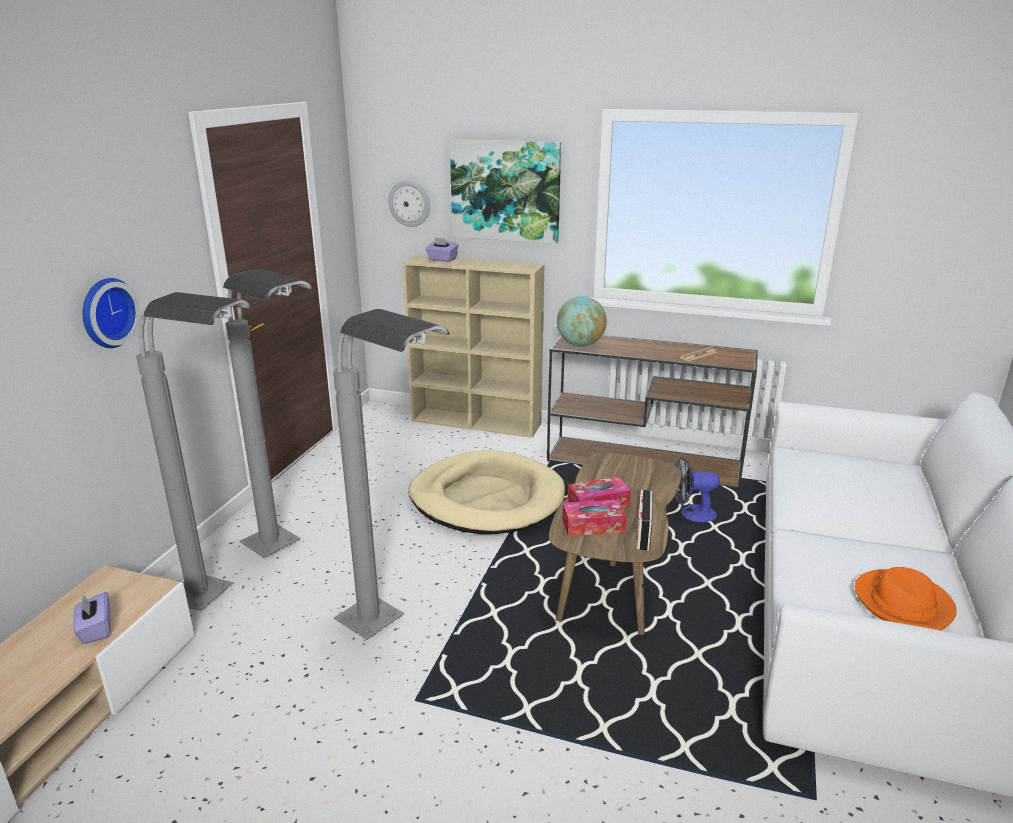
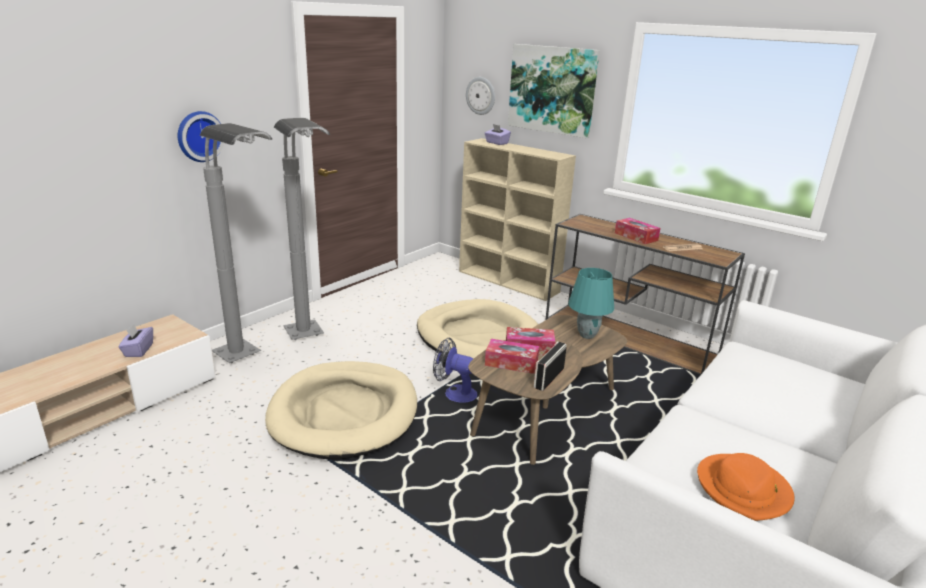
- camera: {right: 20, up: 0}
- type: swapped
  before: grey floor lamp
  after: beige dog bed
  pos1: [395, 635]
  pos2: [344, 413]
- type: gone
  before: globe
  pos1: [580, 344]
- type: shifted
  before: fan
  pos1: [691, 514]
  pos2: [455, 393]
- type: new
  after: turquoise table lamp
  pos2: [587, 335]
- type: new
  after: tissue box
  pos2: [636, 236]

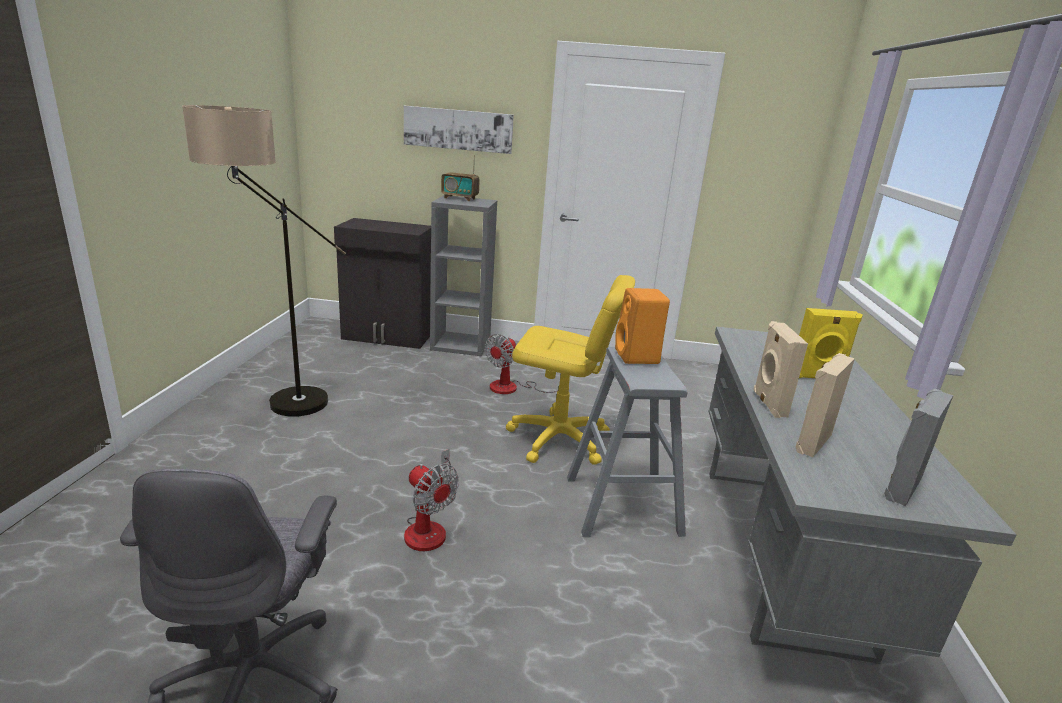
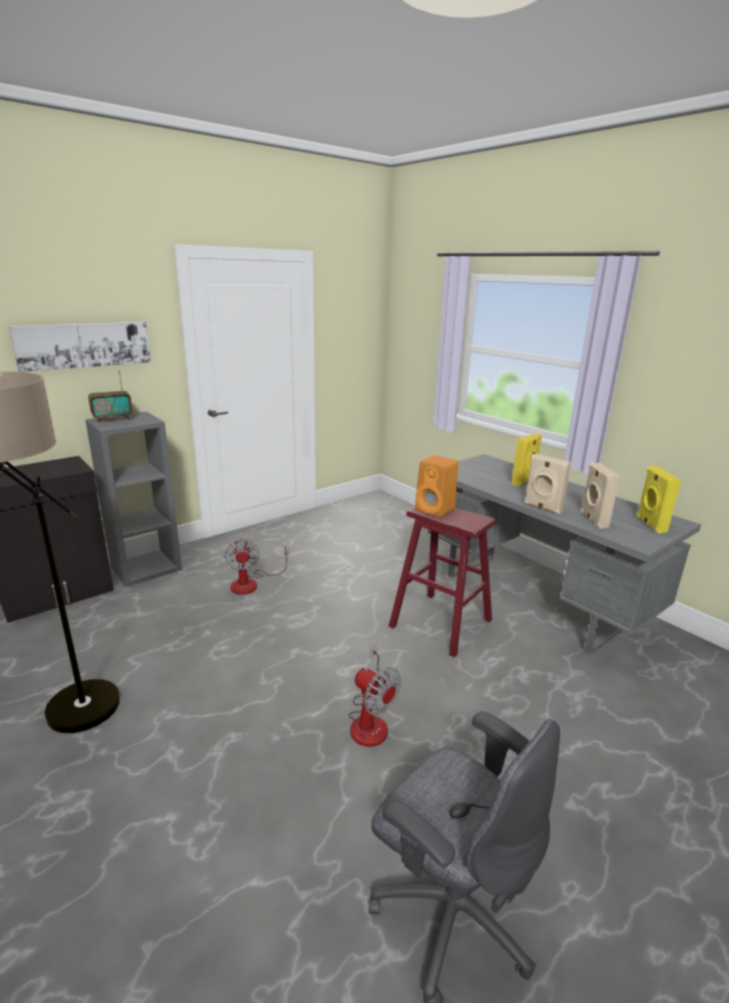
- camera: {right: -45, up: 0}
- type: rotated
  before: fan
  pos1: [429, 526]
  pos2: [370, 720]
  turn: 45
- type: gone
  before: yellow office chair
  pos1: [559, 439]
- type: repainted
  before: grey stool
  after: red stool
  pos1: [622, 505]
  pos2: [440, 623]
- type: repainted
  before: grey speaker
  after: yellow speaker
  pos1: [901, 487]
  pos2: [650, 524]

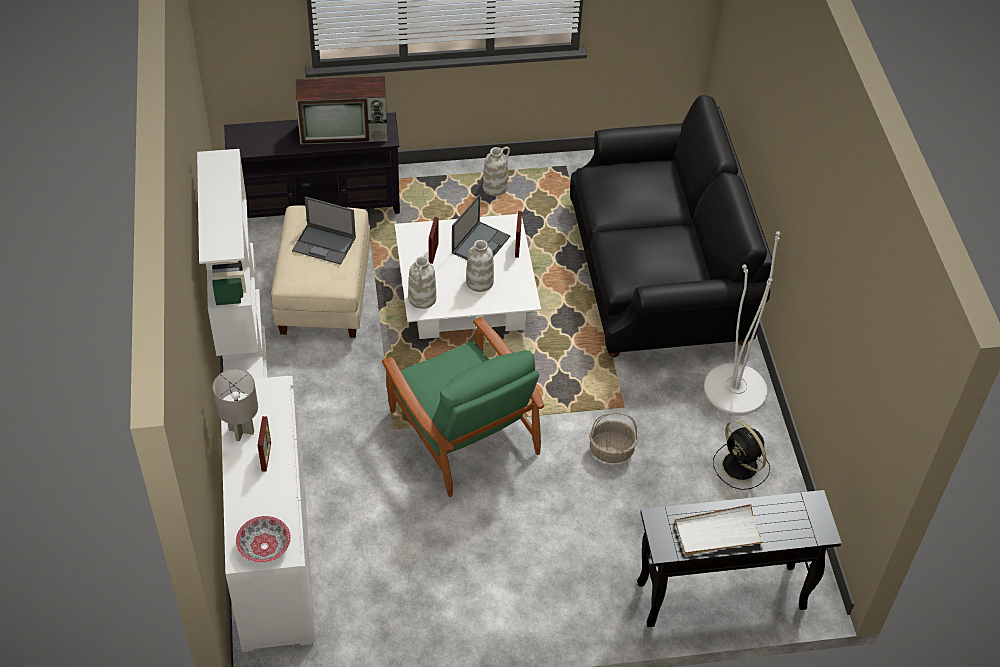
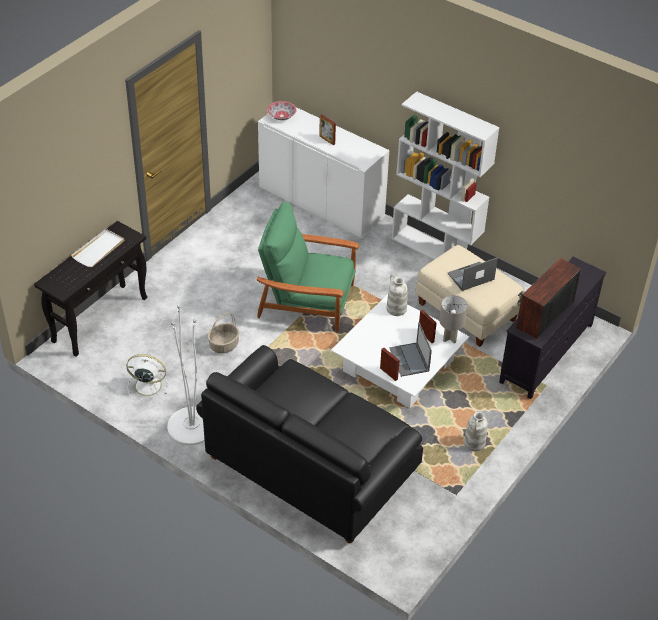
- camera: {right: 135, up: -5}
- type: shifted
  before: grey table lamp
  pos1: [241, 431]
  pos2: [450, 338]
- type: gone
  before: white vase
  pos1: [479, 282]
- type: repainted
  before: black fan
  after: white fan
  pos1: [741, 467]
  pos2: [147, 385]

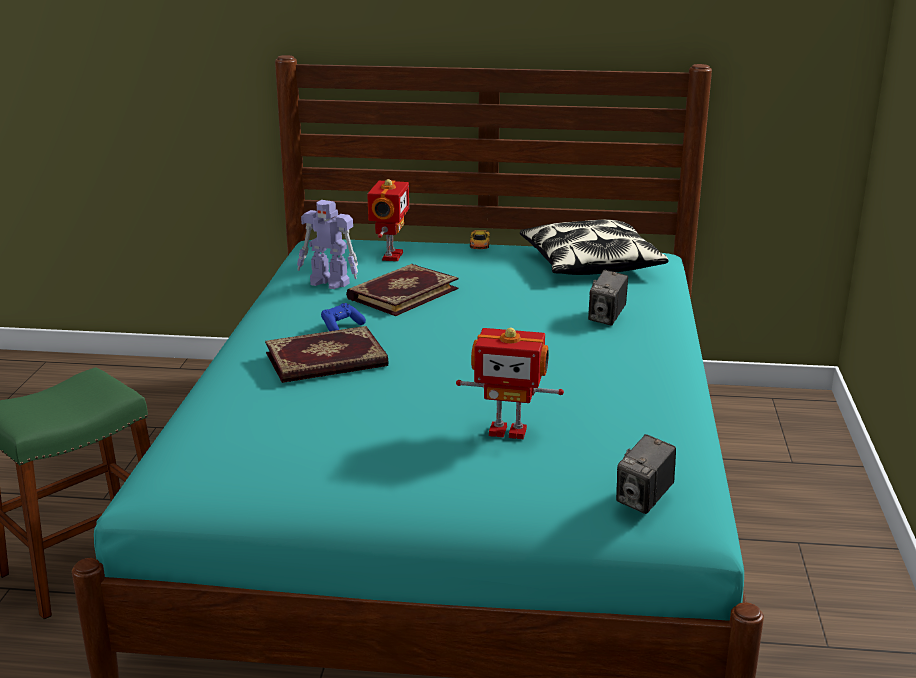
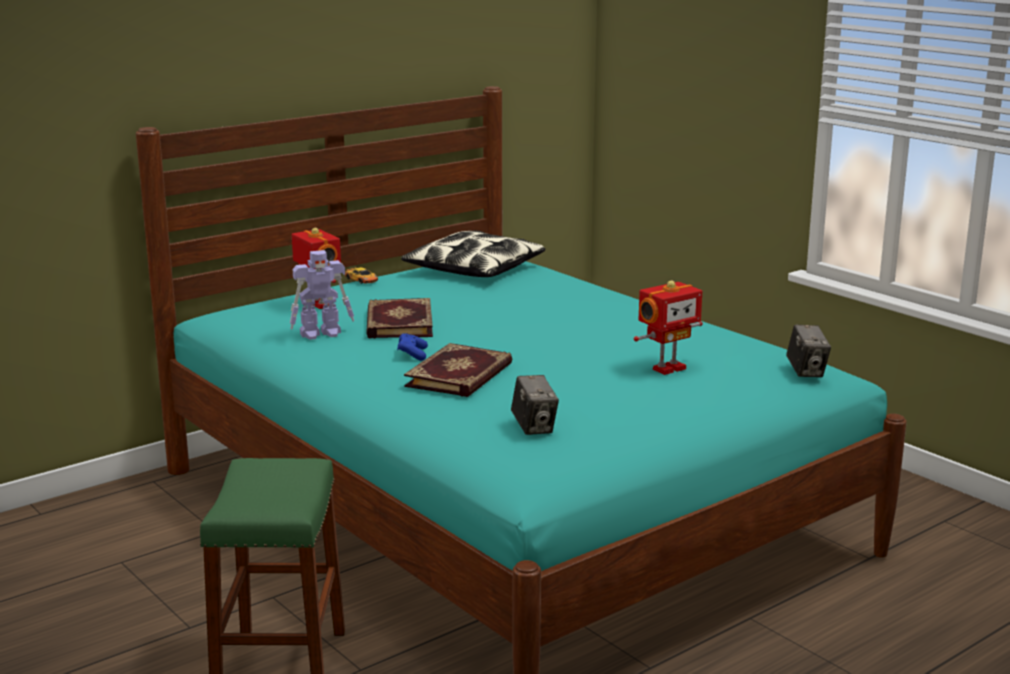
- camera: {right: -45, up: -5}
- type: shifted
  before: photo camera
  pos1: [607, 318]
  pos2: [534, 427]

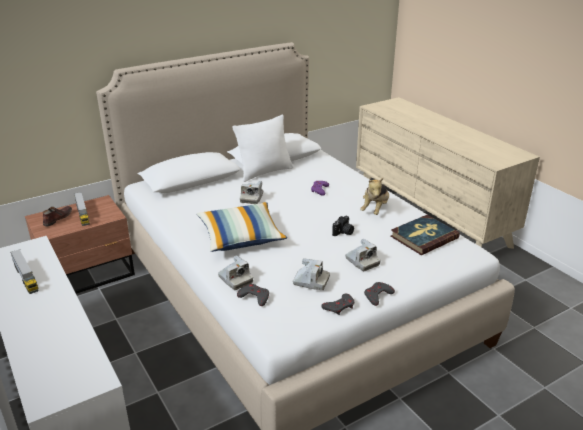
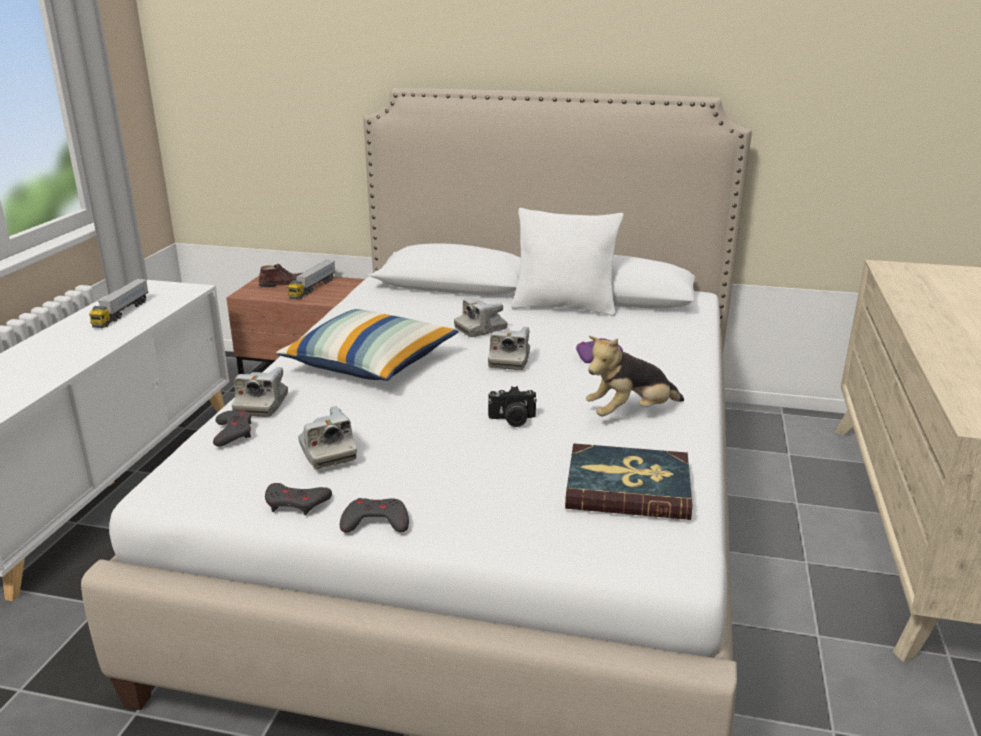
- camera: {right: 45, up: -5}
- type: shifted
  before: photo camera
  pos1: [362, 262]
  pos2: [509, 360]

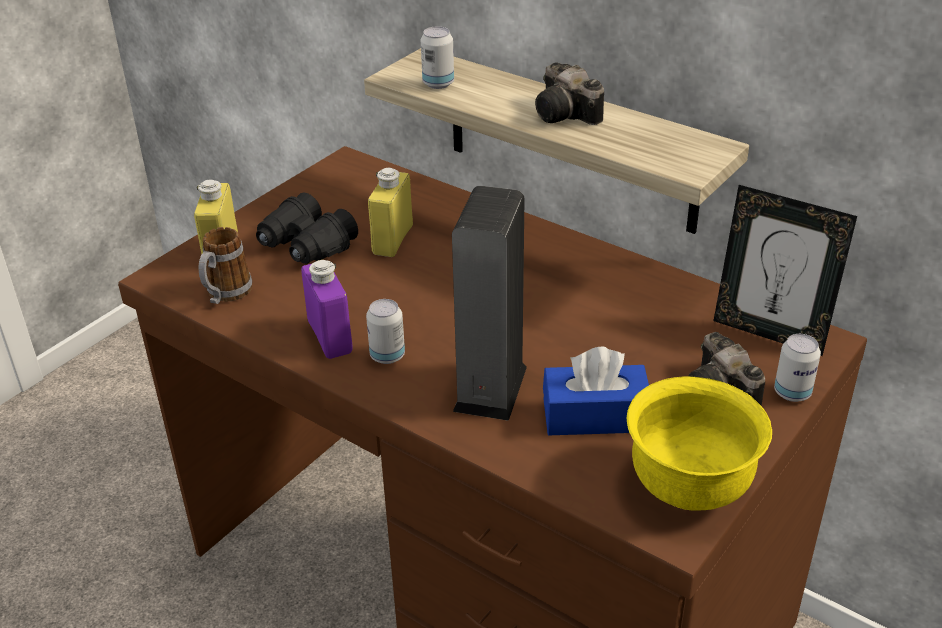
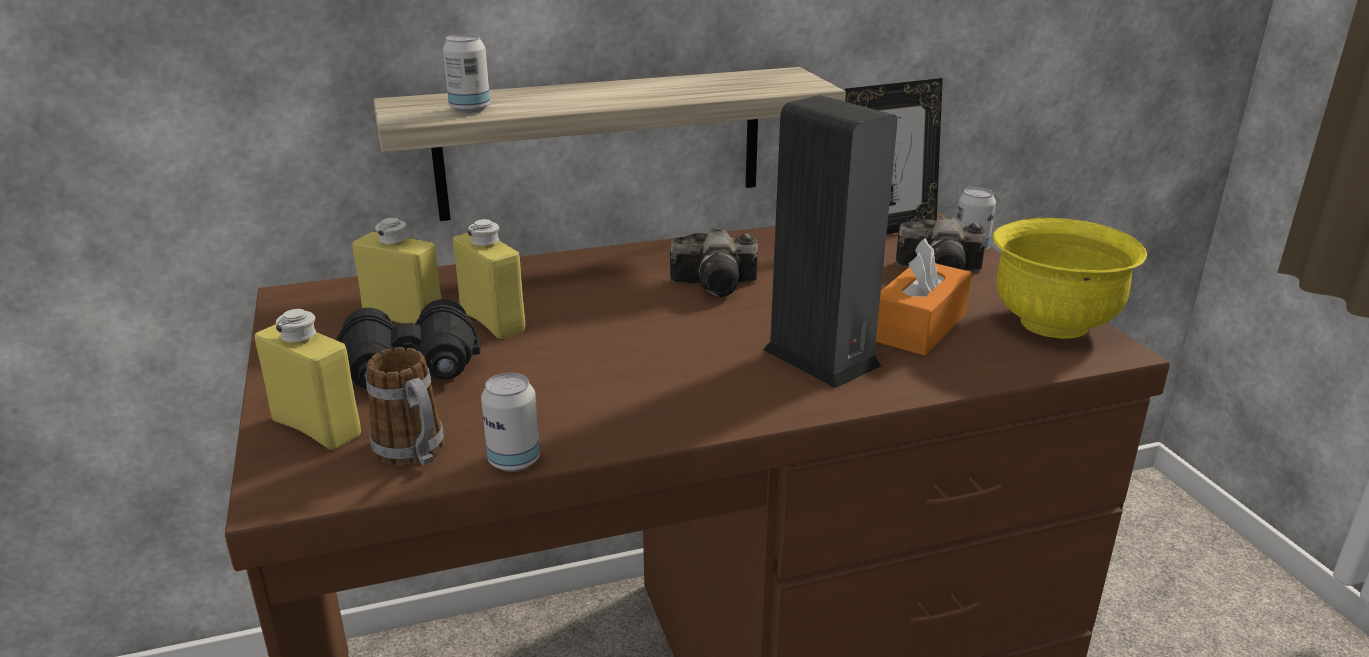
- camera: {right: -55, up: -10}
- type: gone
  before: purple bottle
  pos1: [330, 337]
- type: shifted
  before: can
  pos1: [387, 356]
  pos2: [514, 461]
- type: shifted
  before: photo camera
  pos1: [567, 115]
  pos2: [718, 285]
- type: repainted
  before: blue tissue box
  after: orange tissue box
  pos1: [595, 416]
  pos2: [918, 327]
- type: new
  after: yellow bottle
  pos2: [404, 319]

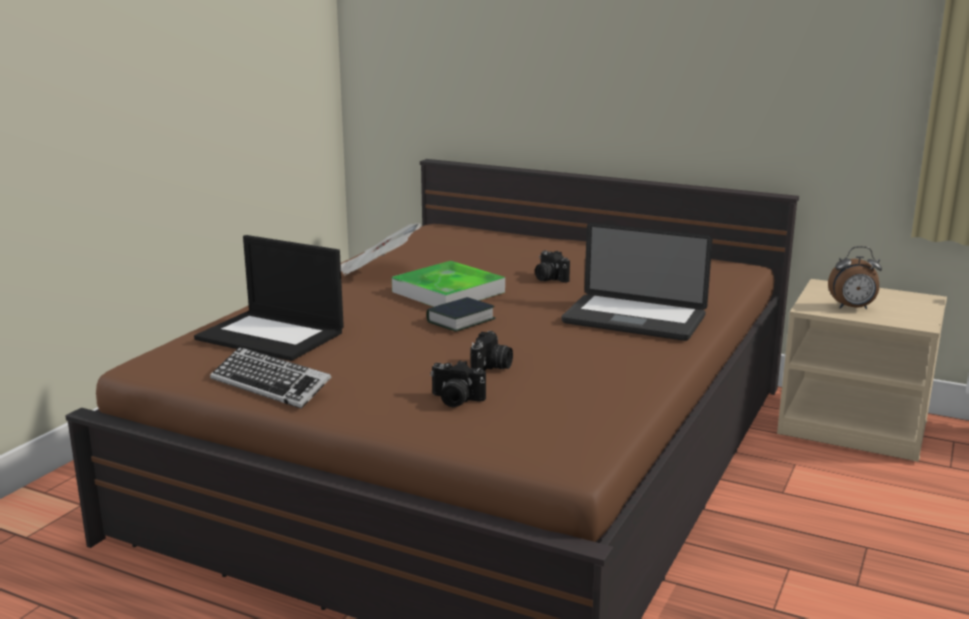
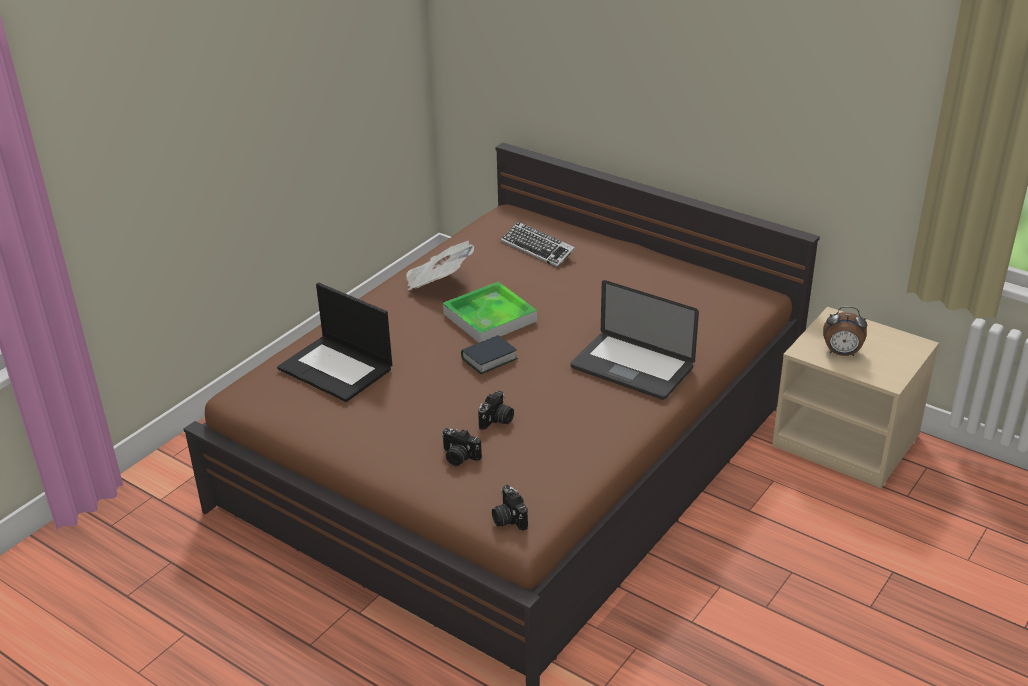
- camera: {right: 10, up: 15}
- type: shifted
  before: keyboard
  pos1: [271, 385]
  pos2: [537, 249]
- type: shifted
  before: photo camera
  pos1: [549, 278]
  pos2: [508, 519]

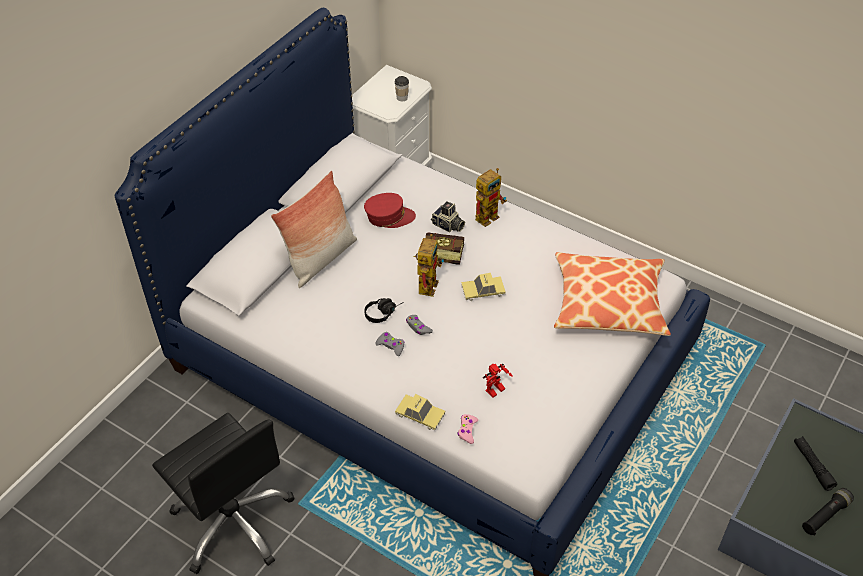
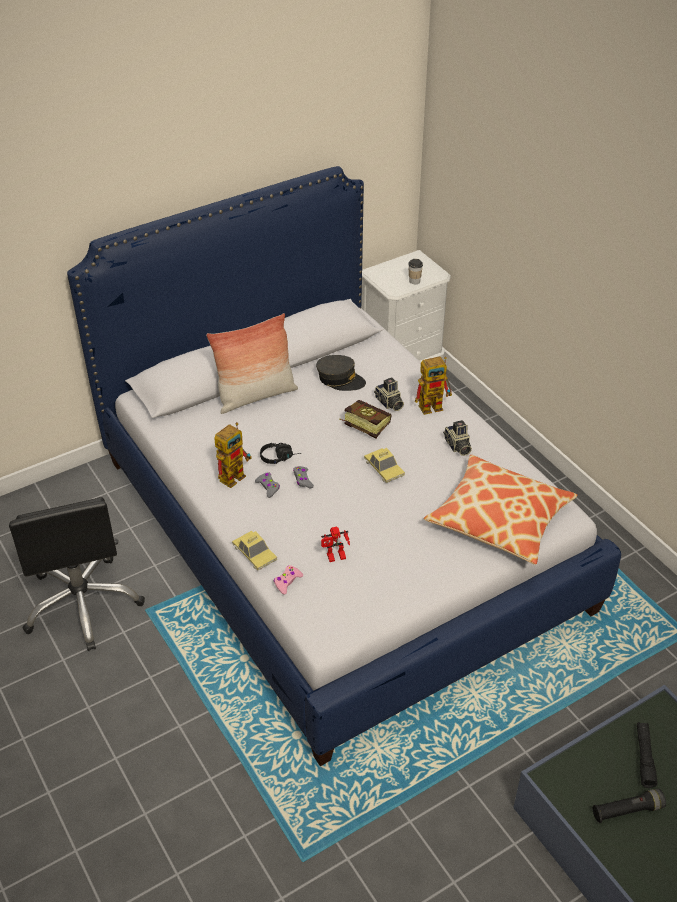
- camera: {right: 25, up: -5}
- type: repainted
  before: red cap
  after: grey cap
  pos1: [389, 217]
  pos2: [340, 379]
- type: shifted
  before: toy robot
  pos1: [427, 283]
  pos2: [234, 474]
- type: rotated
  before: toy car
  pos1: [483, 291]
  pos2: [384, 468]
  turn: -135
- type: new
  after: photo camera
  pos2: [457, 446]

